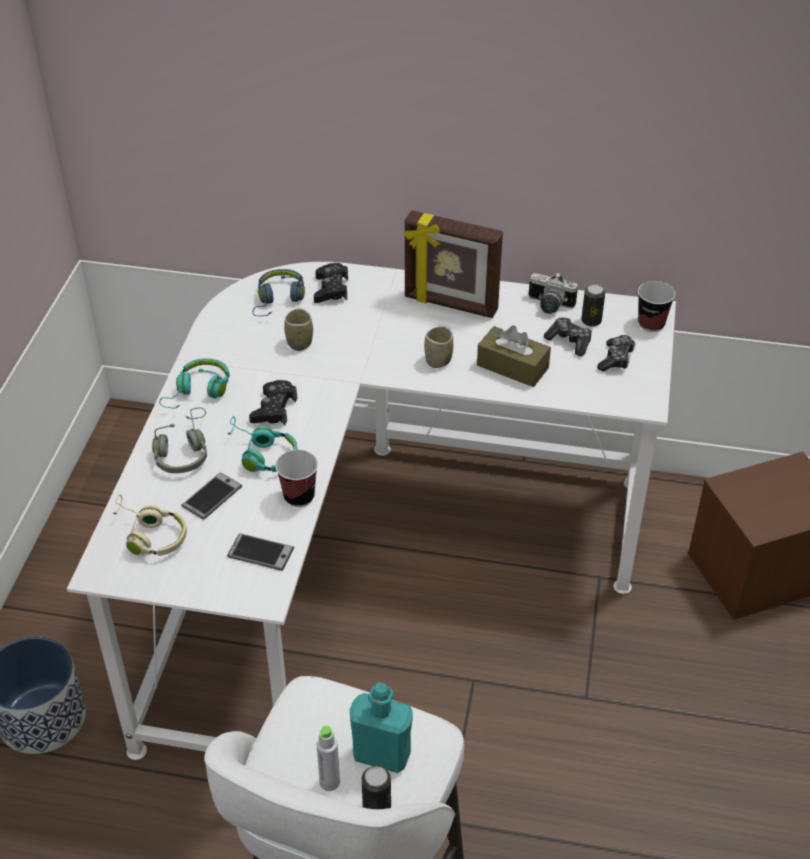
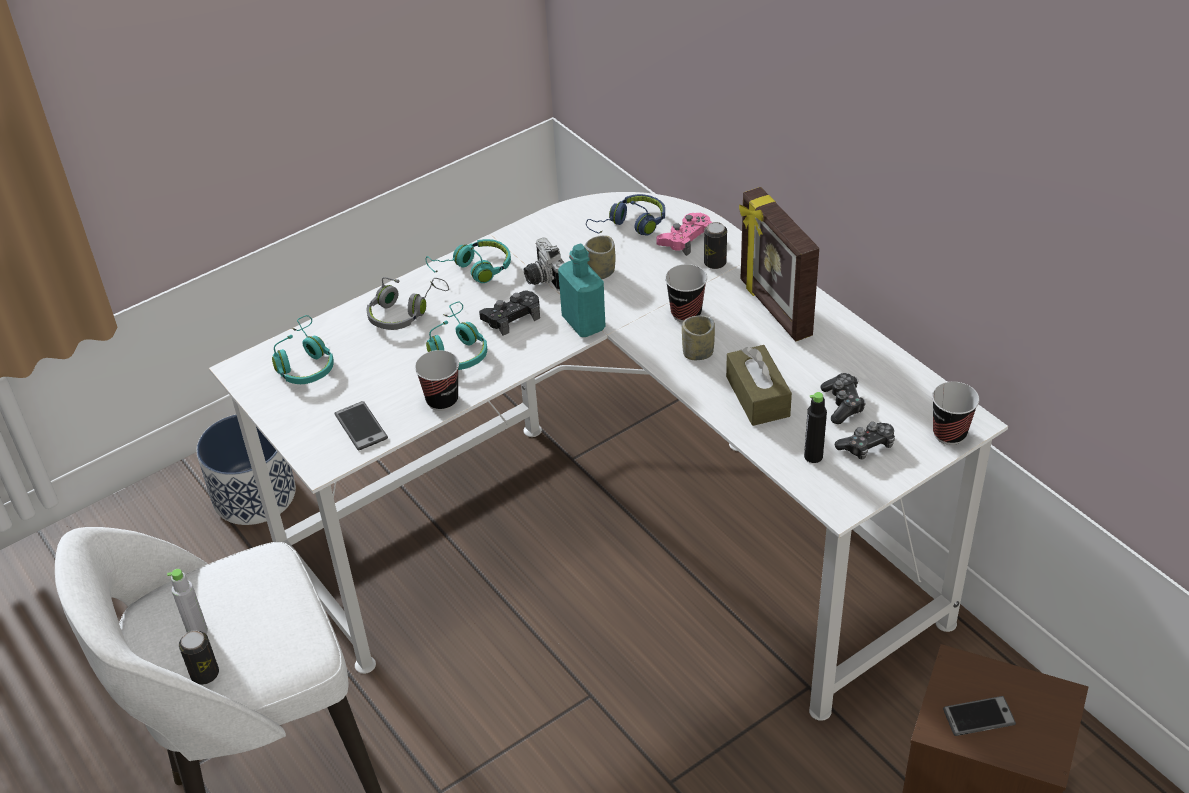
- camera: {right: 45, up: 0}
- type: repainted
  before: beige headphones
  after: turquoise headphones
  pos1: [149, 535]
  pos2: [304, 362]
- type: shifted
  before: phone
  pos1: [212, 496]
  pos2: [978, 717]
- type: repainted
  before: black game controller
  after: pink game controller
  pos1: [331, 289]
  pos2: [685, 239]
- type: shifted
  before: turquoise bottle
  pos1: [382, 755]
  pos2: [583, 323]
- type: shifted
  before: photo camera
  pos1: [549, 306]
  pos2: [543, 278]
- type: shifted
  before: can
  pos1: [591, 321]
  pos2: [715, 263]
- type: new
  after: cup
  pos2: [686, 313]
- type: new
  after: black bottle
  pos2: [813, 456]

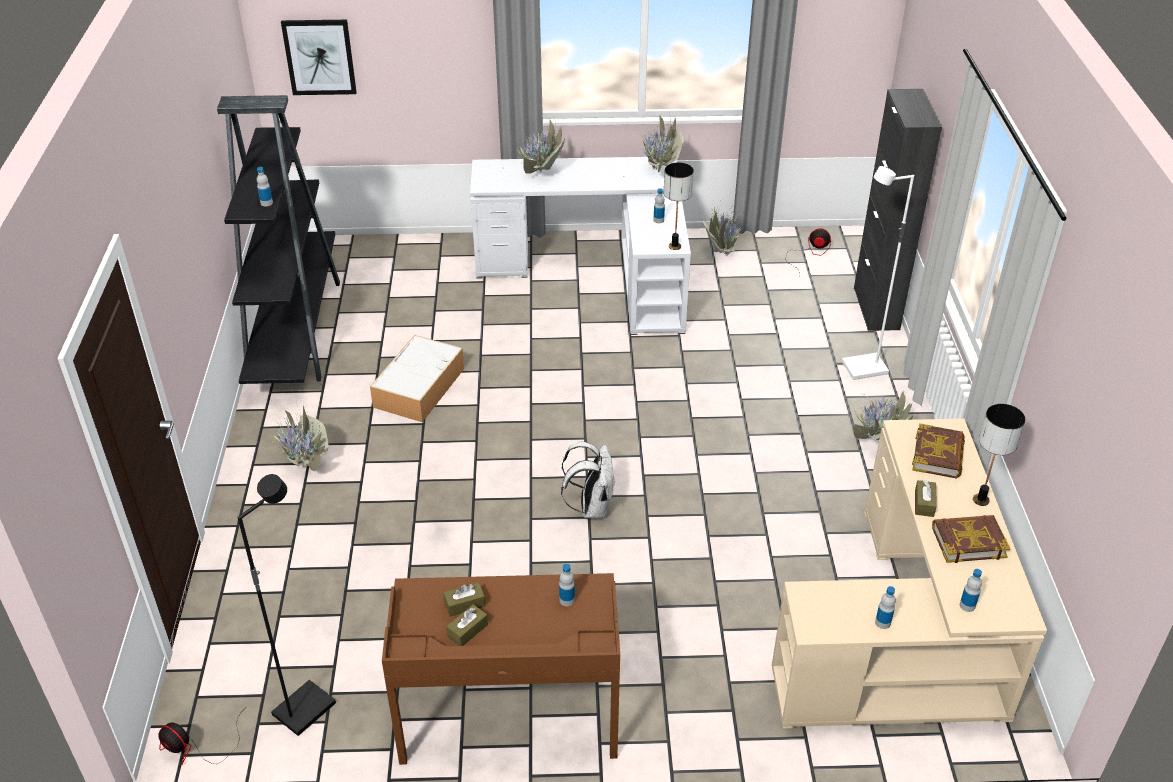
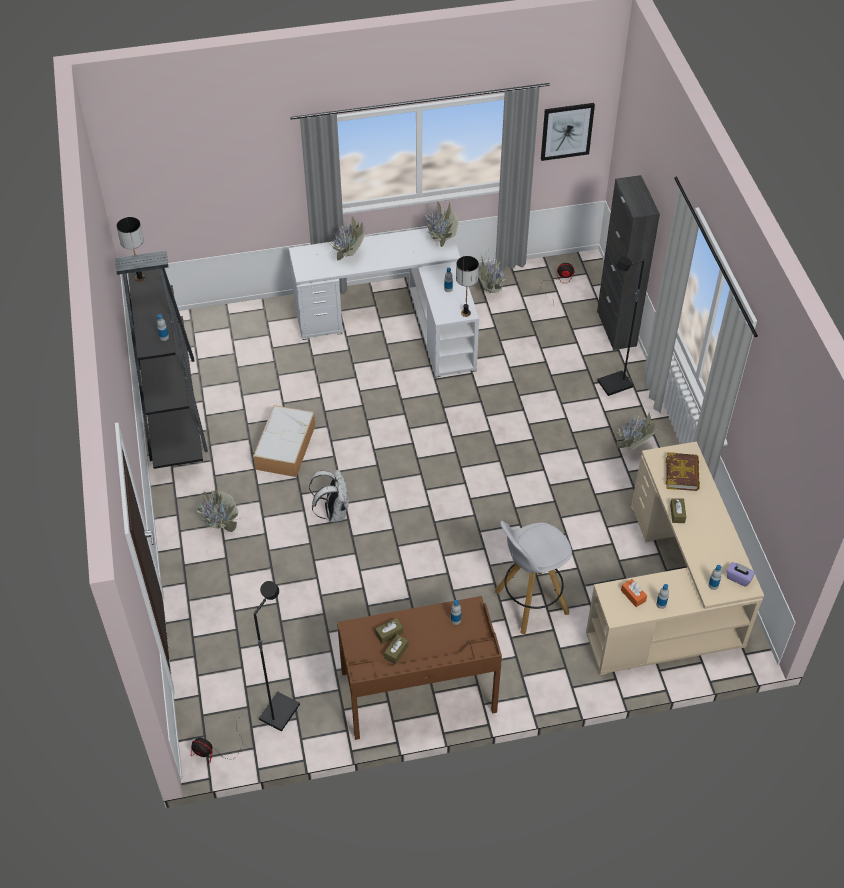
- camera: {right: -10, up: 10}
- type: shifted
  before: picture
  pos1: [319, 57]
  pos2: [566, 131]
- type: shifted
  before: white backpack
  pos1: [591, 507]
  pos2: [333, 512]
- type: repainted
  before: white floor lamp
  after: black floor lamp
  pos1: [864, 369]
  pos2: [615, 385]
- type: gone
  before: book
  pos1: [968, 542]
- type: shifted
  before: table lamp
  pos1: [981, 500]
  pos2: [140, 278]
- type: new
  after: white stool
  pos2: [530, 603]
- type: new
  after: orange tissue box
  pos2: [633, 596]
- type: new
  after: purple tissue box
  pos2: [738, 578]

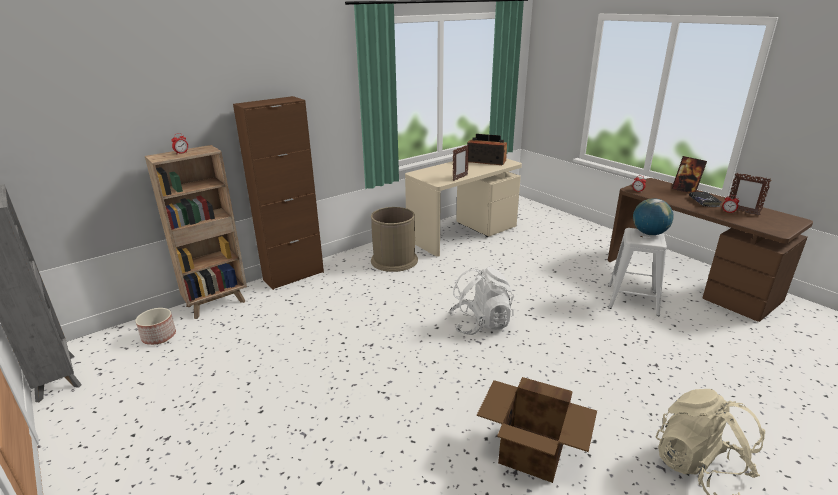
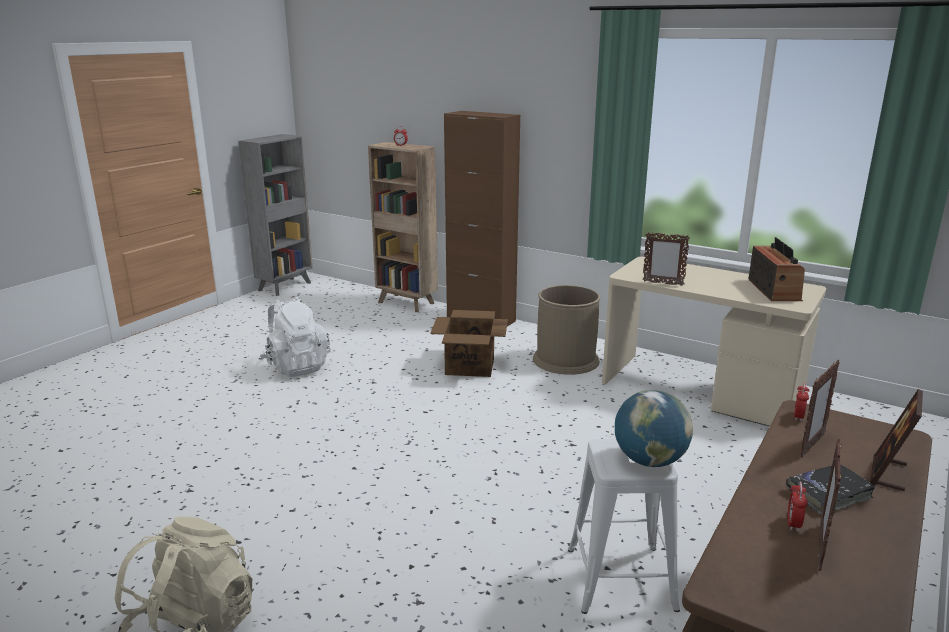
- camera: {right: 70, up: -5}
- type: gone
  before: planter
  pos1: [159, 337]
- type: shifted
  before: white backpack
  pos1: [480, 324]
  pos2: [296, 366]
- type: shifted
  before: cardboard box
  pos1: [532, 452]
  pos2: [469, 366]
- type: new
  after: picture frame
  pos2: [811, 445]

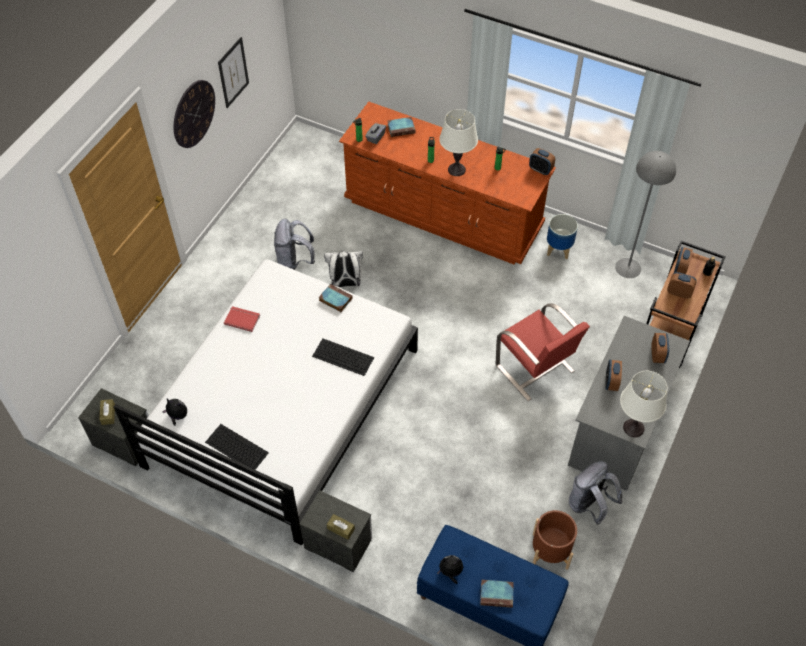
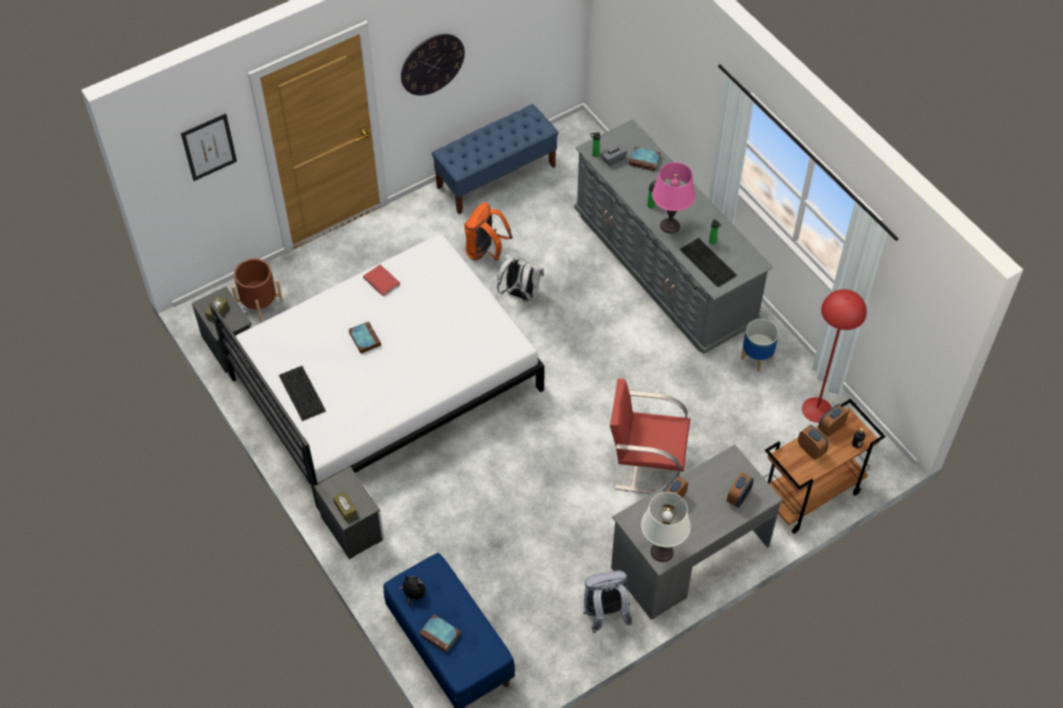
- camera: {right: 30, up: 0}
- type: gone
  before: plush toy
  pos1: [177, 416]
- type: shifted
  before: picture
  pos1: [233, 72]
  pos2: [209, 147]
- type: repainted
  before: grey backpack
  after: orange backpack
  pos1: [294, 262]
  pos2: [486, 252]
- type: shifted
  before: keyboard
  pos1: [343, 357]
  pos2: [708, 262]
- type: shifted
  before: book
  pos1: [335, 299]
  pos2: [364, 338]
- type: repainted
  before: brown dresser
  after: grey dresser
  pos1: [443, 214]
  pos2: [663, 268]
- type: repainted
  before: white table lamp
  after: pink table lamp
  pos1: [456, 169]
  pos2: [670, 225]
- type: rotated
  before: red chair
  pos1: [535, 369]
  pos2: [646, 463]
  turn: 105
- type: gone
  before: alarm clock
  pos1: [540, 170]
- type: shifted
  before: brown planter
  pos1: [550, 551]
  pos2: [259, 304]
- type: repainted
  before: grey floor lamp
  after: red floor lamp
  pos1: [628, 267]
  pos2: [817, 409]
- type: new
  after: blue bench
  pos2: [496, 176]

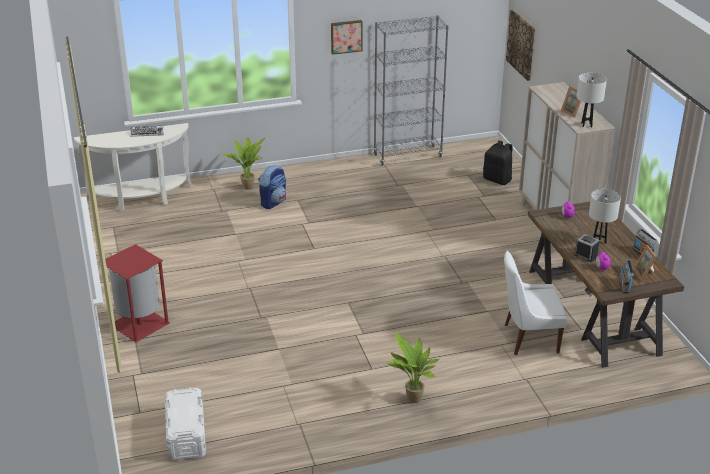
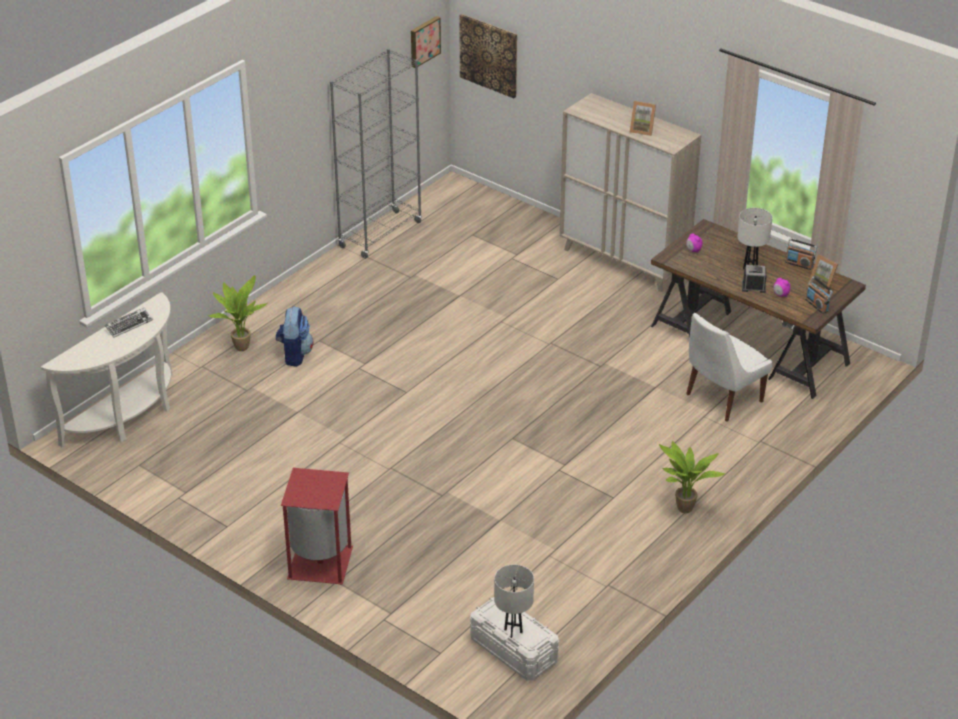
- camera: {right: -35, up: 5}
- type: shifted
  before: picture
  pos1: [346, 36]
  pos2: [424, 41]
- type: gone
  before: black backpack
  pos1: [497, 180]
- type: shifted
  before: white table lamp
  pos1: [586, 125]
  pos2: [513, 631]

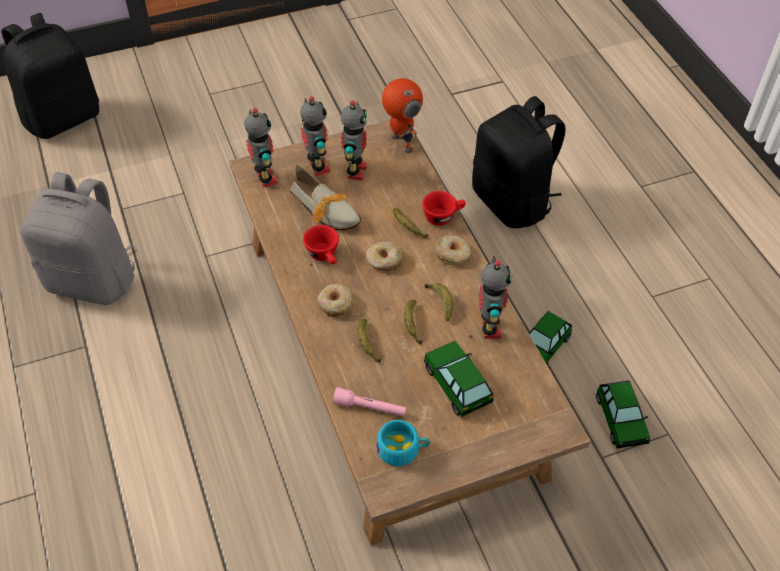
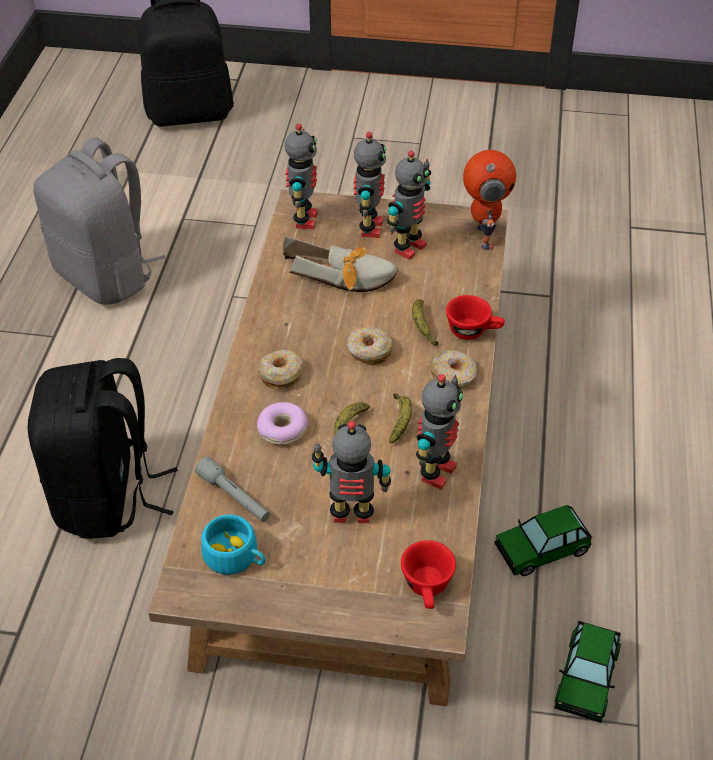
- camera: {right: 30, up: -5}
- type: rotated
  before: shoe
  pos1: [327, 211]
  pos2: [345, 277]
  turn: -60
- type: shifted
  before: red cup
  pos1: [324, 256]
  pos2: [428, 589]
- type: repainted
  before: pink flashlight
  after: grey flashlight
  pos1: [370, 408]
  pos2: [234, 497]
- type: swapped
  before: banana
  after: donut
  pos1: [367, 344]
  pos2: [283, 429]
- type: swapped
  before: toy car
  after: toy robot
  pos1: [457, 384]
  pos2: [352, 516]
- type: shifted
  before: black backpack
  pos1: [513, 202]
  pos2: [107, 497]

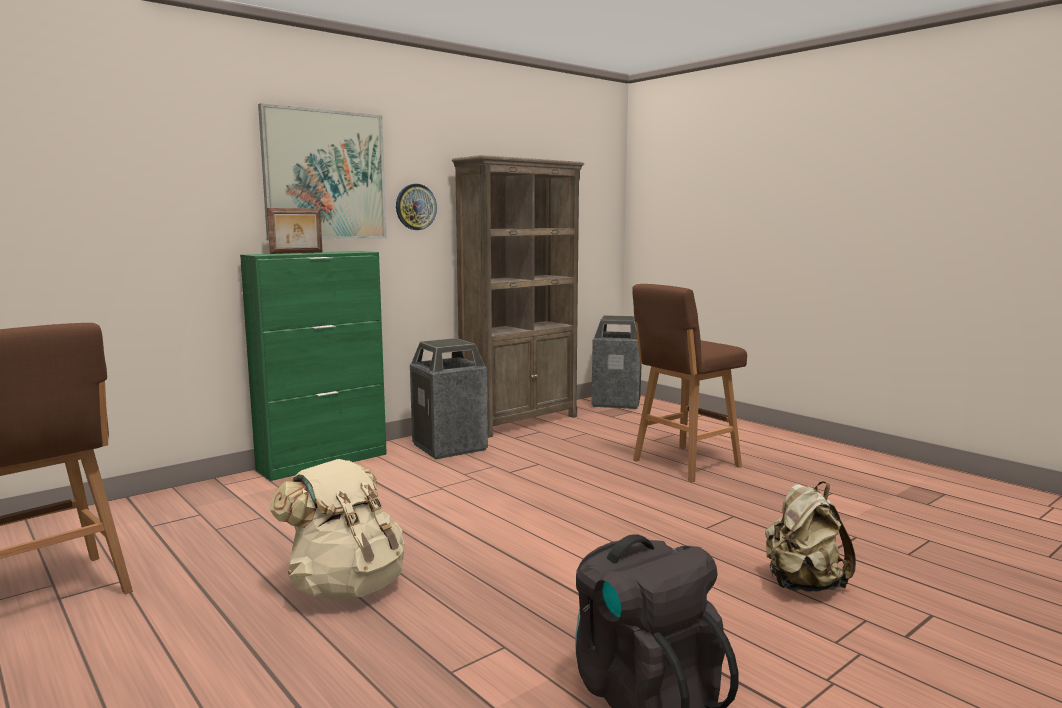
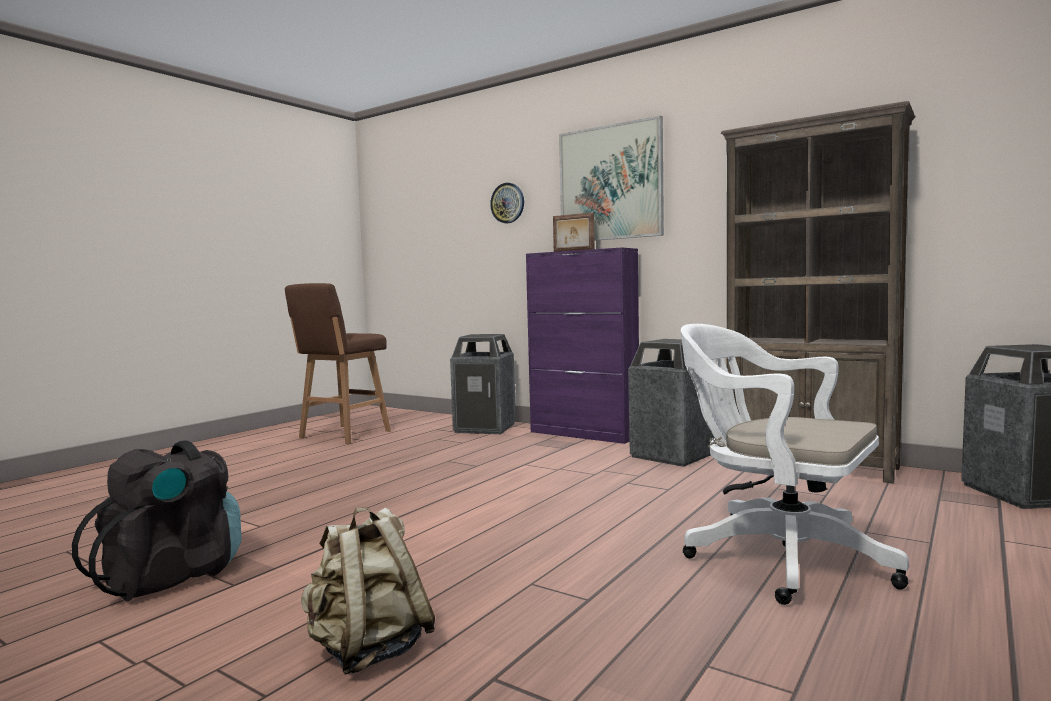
- camera: {right: 75, up: -5}
- type: repainted
  before: green cabinet
  after: purple cabinet
  pos1: [324, 462]
  pos2: [584, 434]
- type: gone
  before: beige backpack
  pos1: [346, 586]
- type: shifted
  before: wall clock
  pos1: [415, 207]
  pos2: [507, 203]
- type: swapped
  before: brown stool
  after: white office chair
  pos1: [683, 464]
  pos2: [777, 557]
- type: new
  after: trash can
  pos2: [485, 428]

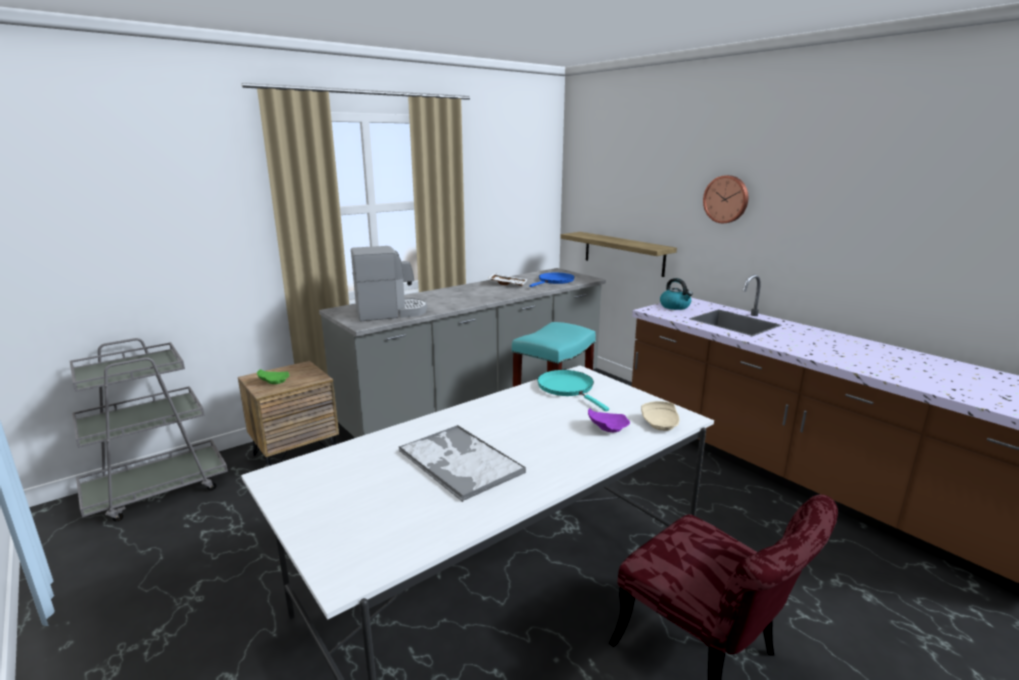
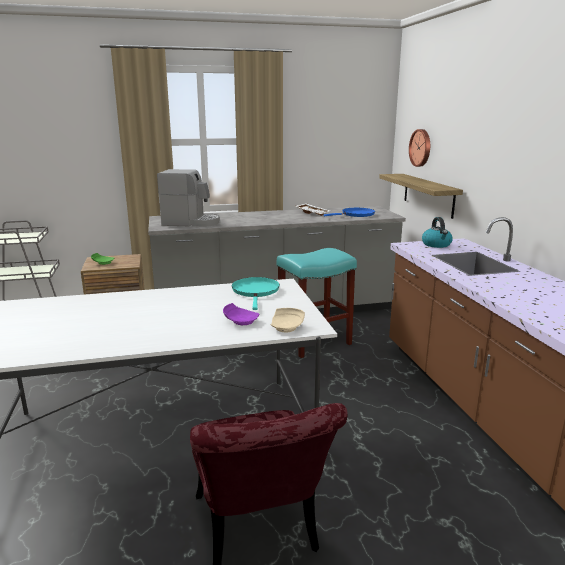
- camera: {right: 25, up: 0}
- type: gone
  before: tray
  pos1: [459, 461]
- type: shifted
  before: wall clock
  pos1: [726, 199]
  pos2: [421, 148]

